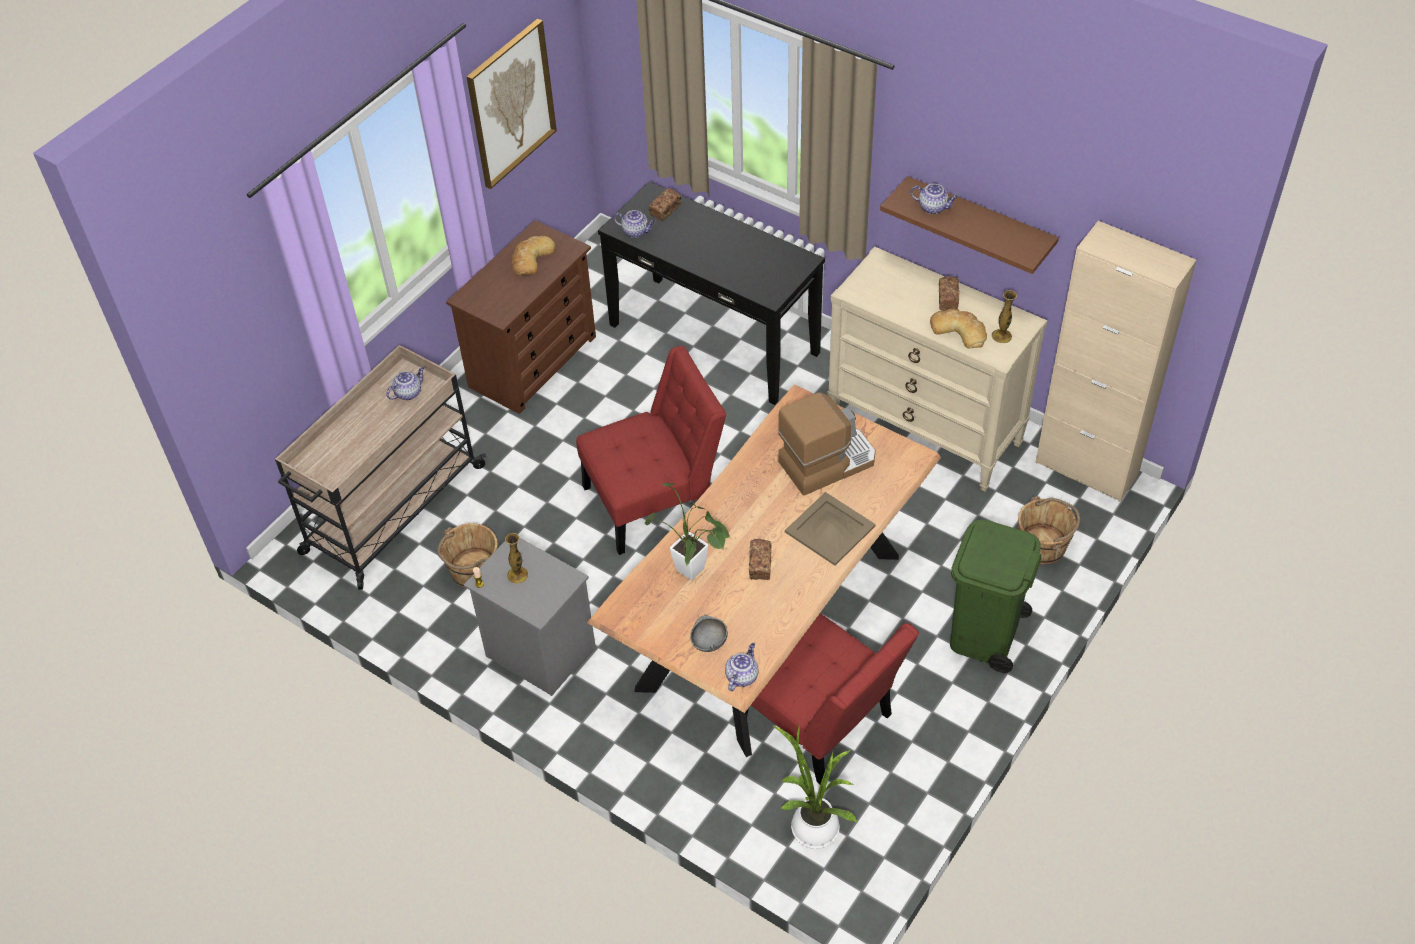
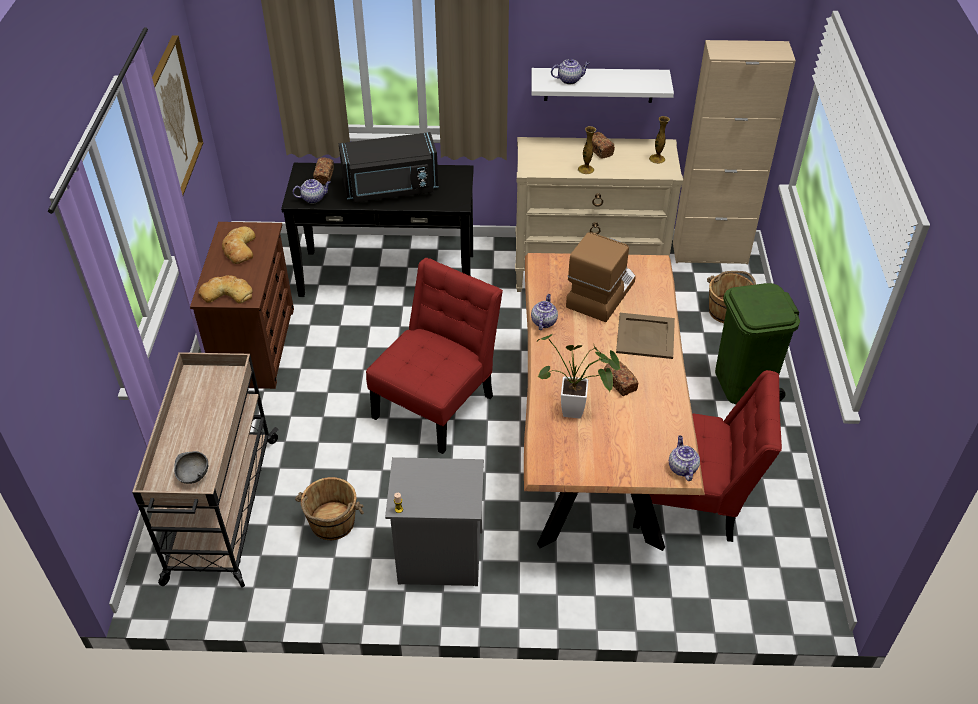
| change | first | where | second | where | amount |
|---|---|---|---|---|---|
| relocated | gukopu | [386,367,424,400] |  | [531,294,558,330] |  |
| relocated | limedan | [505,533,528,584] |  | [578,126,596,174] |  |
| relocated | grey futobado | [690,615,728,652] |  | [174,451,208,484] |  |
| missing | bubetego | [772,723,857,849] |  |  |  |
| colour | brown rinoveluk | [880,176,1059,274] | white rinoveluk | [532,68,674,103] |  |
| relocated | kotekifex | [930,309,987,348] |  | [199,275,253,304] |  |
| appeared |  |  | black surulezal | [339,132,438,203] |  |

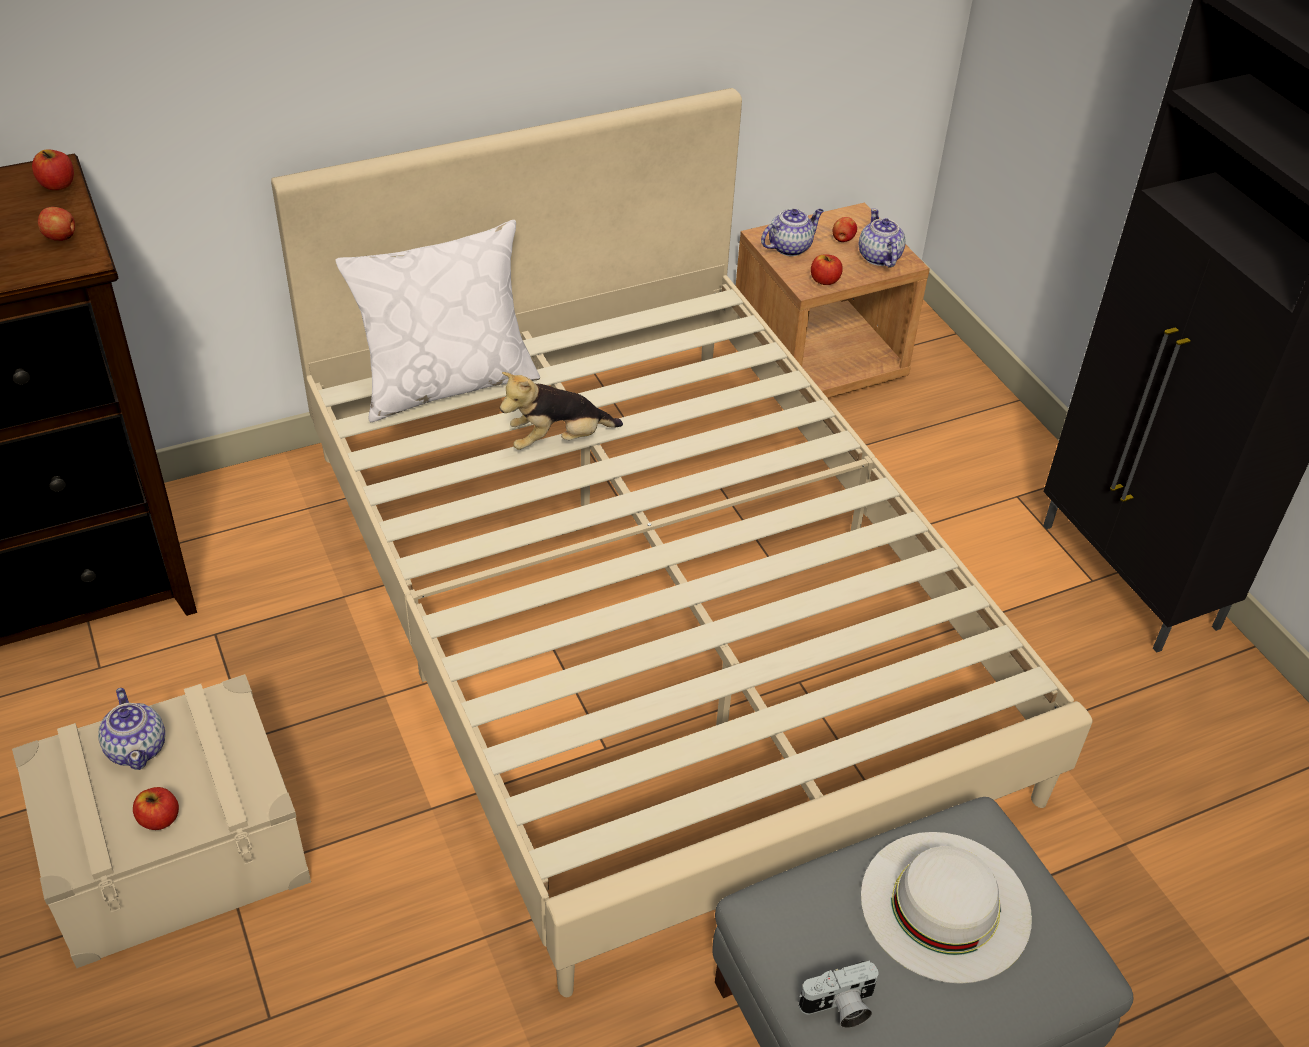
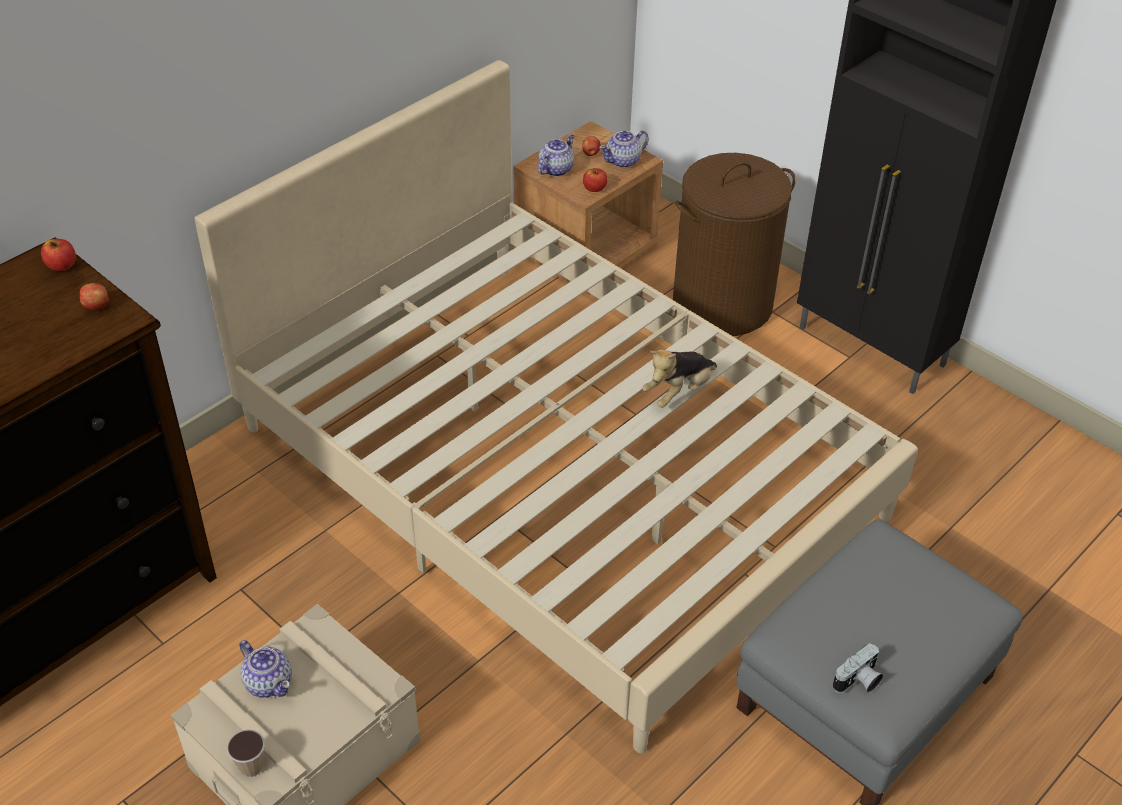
| change | first | where | second | where | amount |
|---|---|---|---|---|---|
| missing | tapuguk | [133,787,179,830] |  |  |  |
| missing | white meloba | [335,220,540,422] |  |  |  |
| relocated | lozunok | [500,372,623,450] |  | [643,350,717,408] |  |
| spun | gukopu | [859,208,906,268] |  | [599,131,649,168] | 90 degrees counterclockwise |
| missing | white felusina | [861,832,1032,984] |  |  |  |
| appeared |  |  | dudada | [227,730,265,777] |  |
| appeared |  |  | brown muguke | [673,153,796,336] |  |

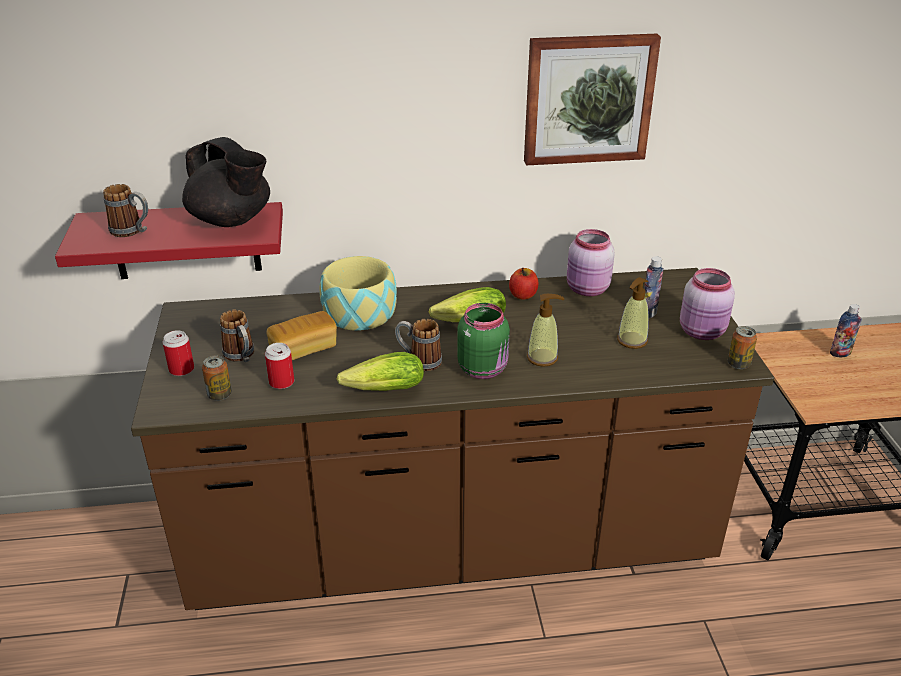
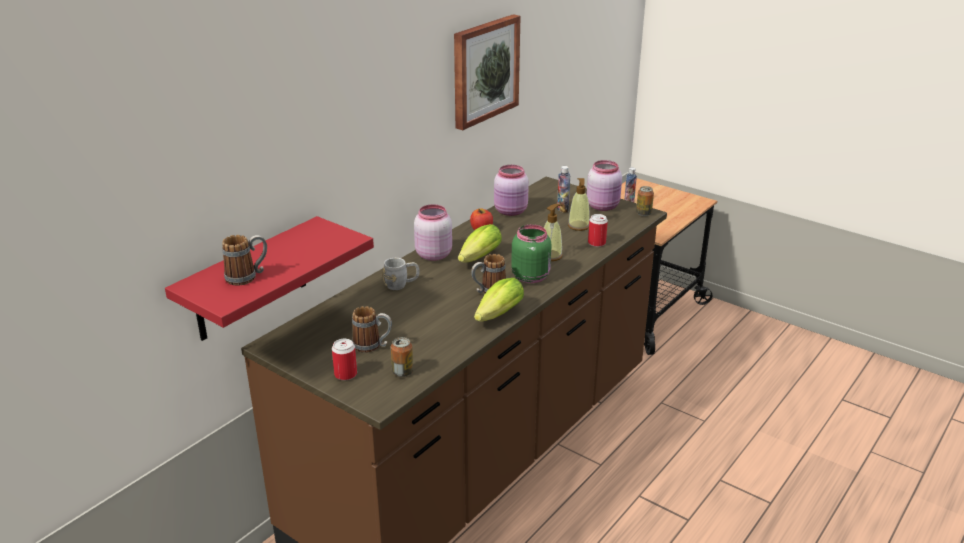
| change | first | where | second | where | amount |
|---|---|---|---|---|---|
| missing | black gukopu | [182,137,270,227] |  |  |  |
| relocated | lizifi | [265,343,294,389] |  | [588,214,608,247] |  |
| missing | kotekifex | [266,311,337,360] |  |  |  |
| exchanged | futobado | [319,256,397,331] | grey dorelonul | [382,258,419,290] |  |
| appeared |  |  | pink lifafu | [414,204,452,261] |  |

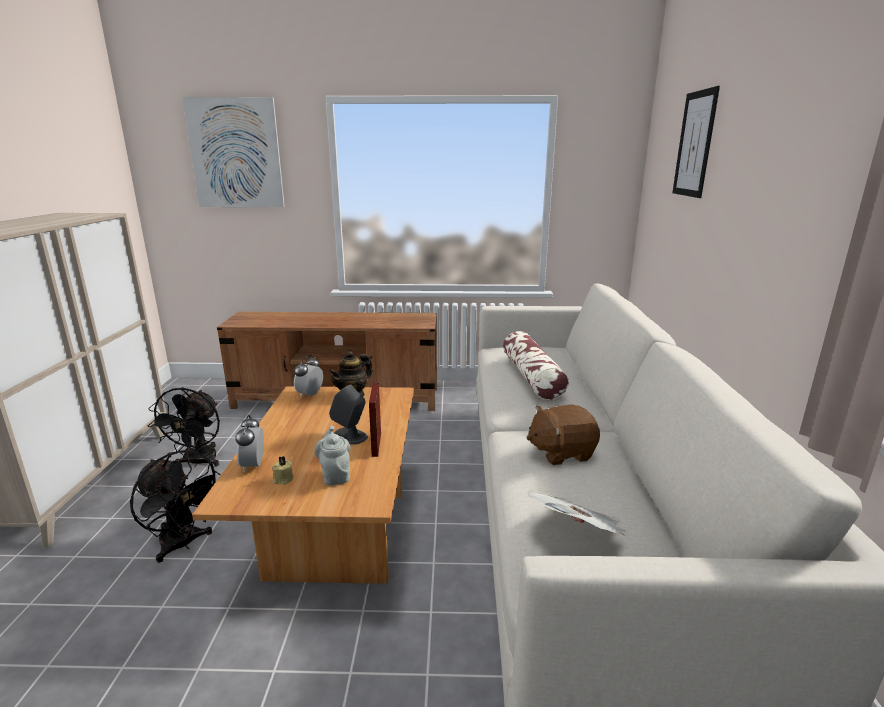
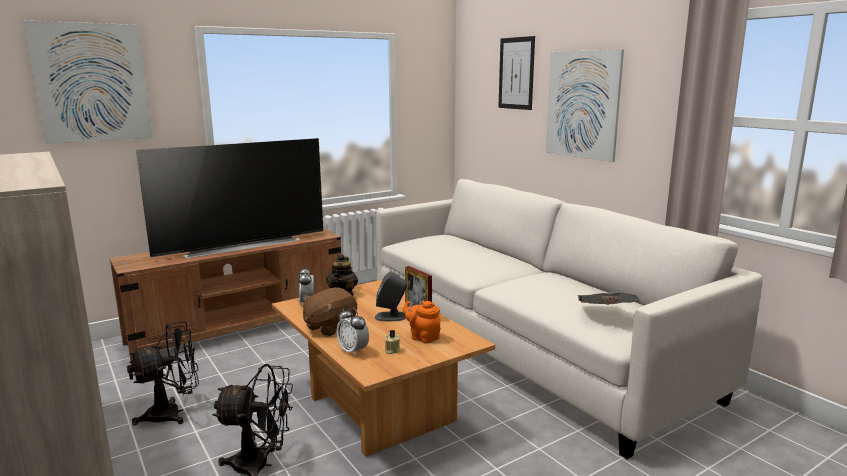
| change | first | where | second | where | amount |
|---|---|---|---|---|---|
| spun | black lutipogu | [148,387,220,467] |  | [127,321,199,425] | 90 degrees counterclockwise |
| colour | grey gukopu | [314,426,351,485] | orange gukopu | [403,300,441,344] |  |
| missing | meloba | [503,331,569,400] |  |  |  |
| relocated | brown lozunok | [527,405,600,465] |  | [303,287,357,337] |  |
| appeared |  |  | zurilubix | [136,138,323,258] |  |
| appeared |  |  | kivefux | [546,49,624,162] |  |

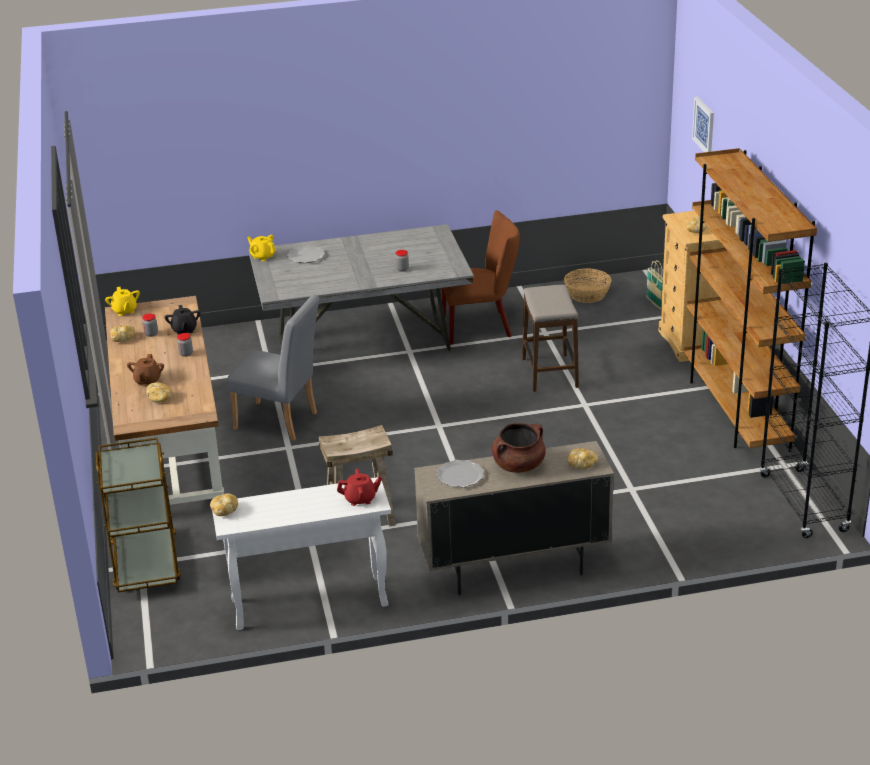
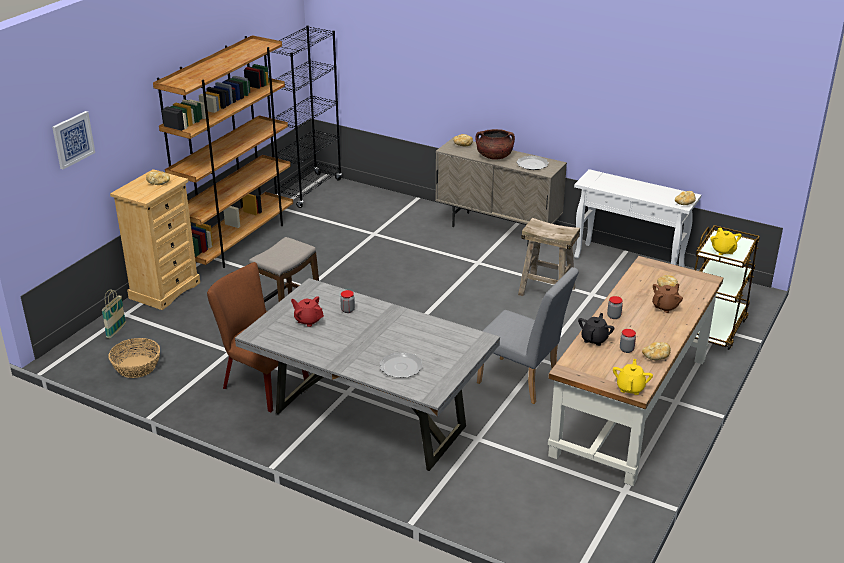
| change | first | where | second | where | amount |
|---|---|---|---|---|---|
| spun | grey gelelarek | [227,295,320,441] |  | [477,267,579,404] | 150 degrees clockwise |
| relocated | yellow gukopu | [247,235,276,261] |  | [710,228,742,255] |  |
| relocated | red gukopu | [337,469,382,506] |  | [291,296,324,327] |  |

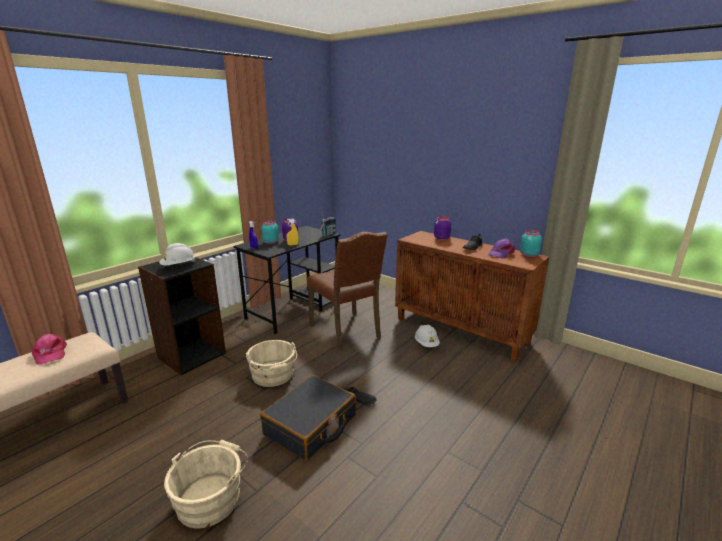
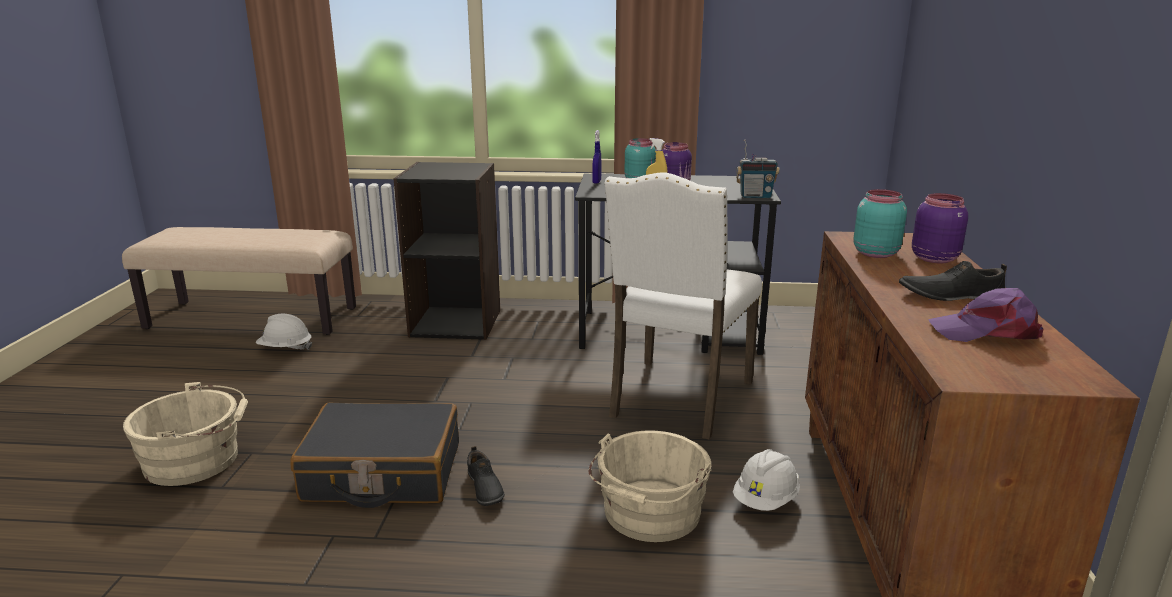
| change | first | where | second | where | amount |
|---|---|---|---|---|---|
| missing | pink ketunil | [32,334,67,365] |  |  |  |
| relocated | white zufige | [159,243,195,266] |  | [256,314,312,350] |  |
| relocated | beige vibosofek | [246,340,297,387] |  | [589,430,711,542] |  |
| colour | brown gelelarek | [307,232,388,350] | white gelelarek | [604,172,762,439] |  |
| relocated | turquoise lifafu | [520,230,542,257] |  | [853,189,907,258] |  |

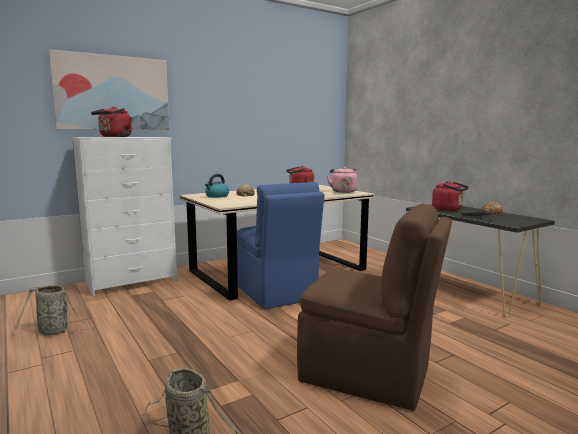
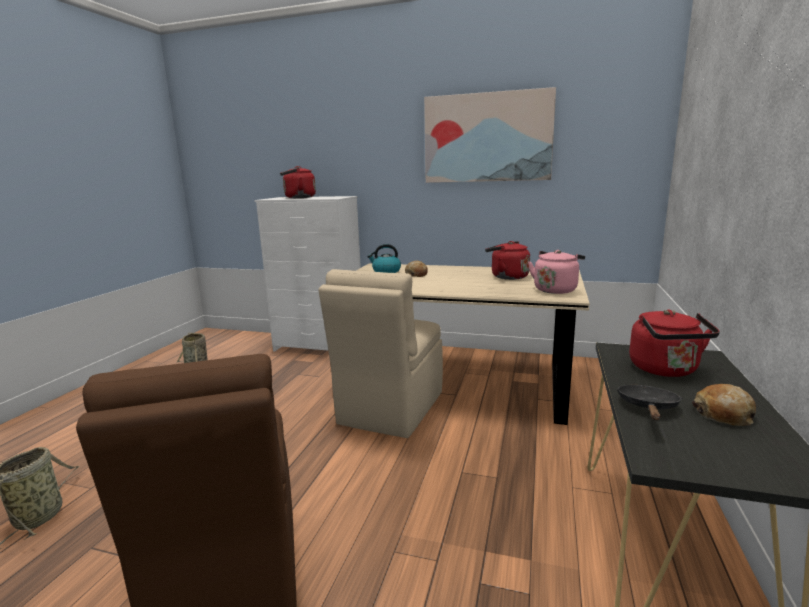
| change | first | where | second | where | amount |
|---|---|---|---|---|---|
| relocated | kivefux | [48,49,170,130] |  | [424,87,556,183] |  |
| colour | blue gelelarek | [237,182,324,309] | beige gelelarek | [319,269,443,438] |  |

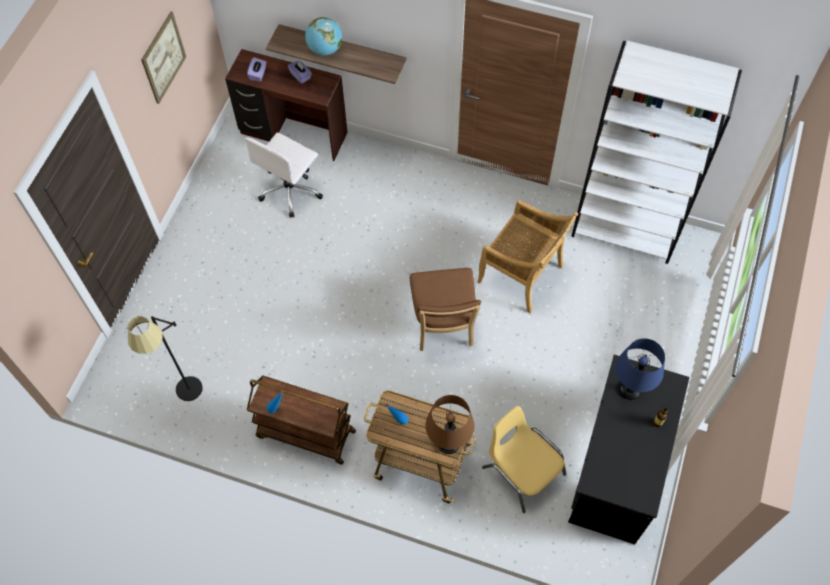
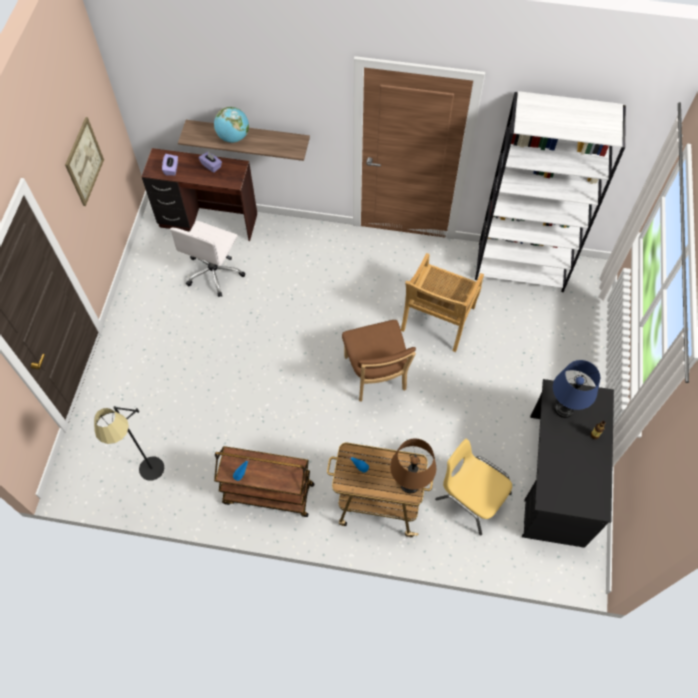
| change | first | where | second | where | amount |
|---|---|---|---|---|---|
| spun | beige gelelarek | [477,200,578,313] |  | [401,253,484,352] | 90 degrees clockwise |

